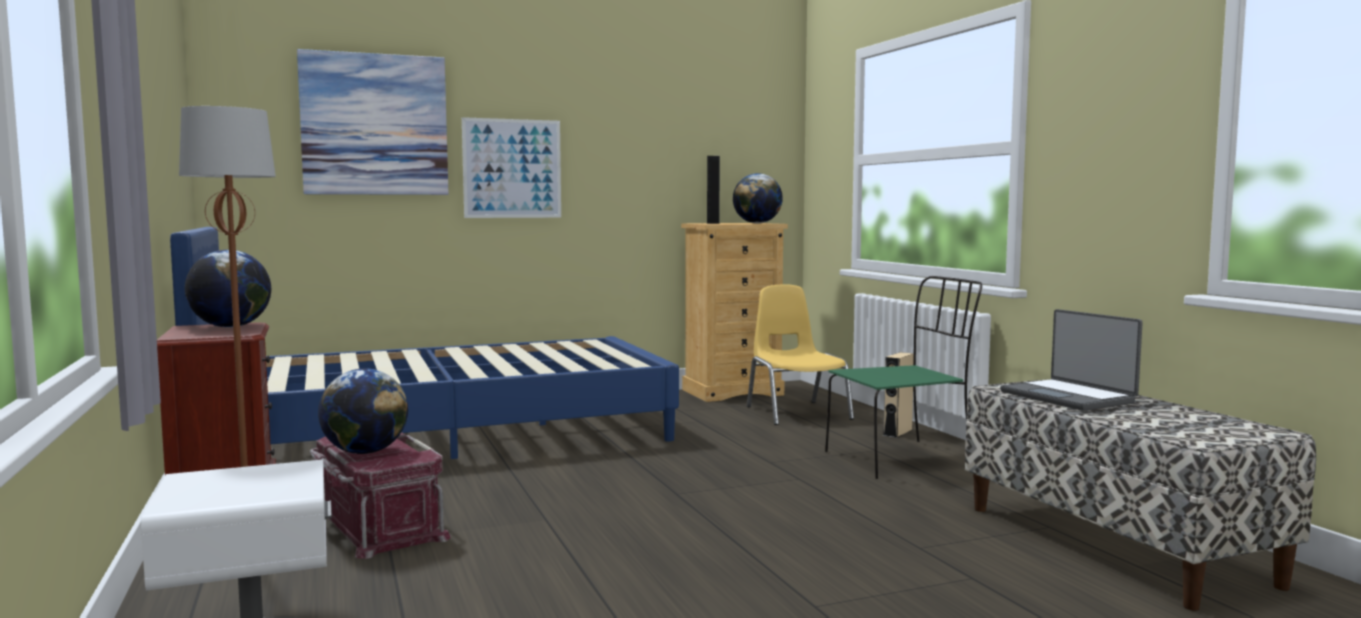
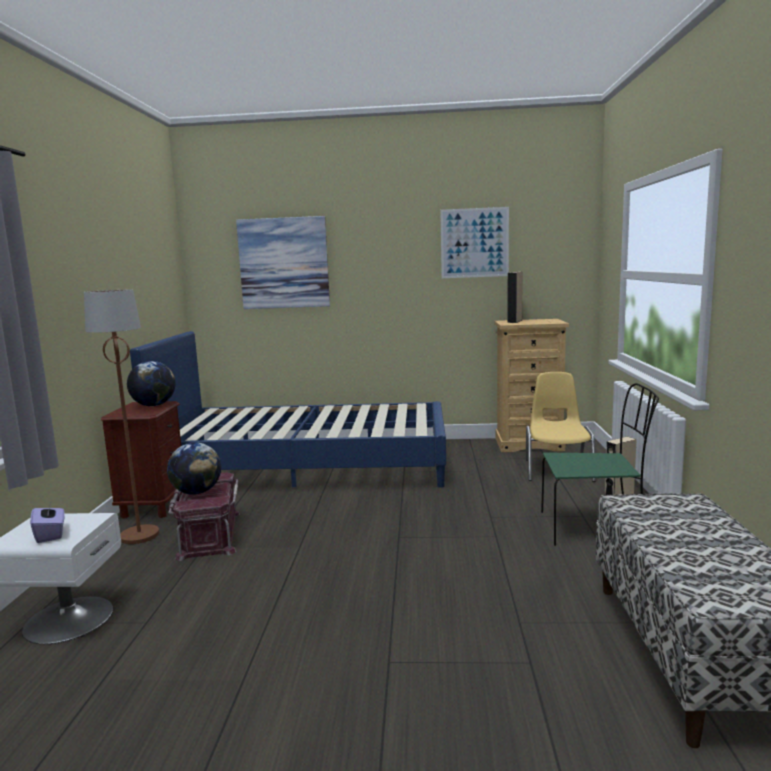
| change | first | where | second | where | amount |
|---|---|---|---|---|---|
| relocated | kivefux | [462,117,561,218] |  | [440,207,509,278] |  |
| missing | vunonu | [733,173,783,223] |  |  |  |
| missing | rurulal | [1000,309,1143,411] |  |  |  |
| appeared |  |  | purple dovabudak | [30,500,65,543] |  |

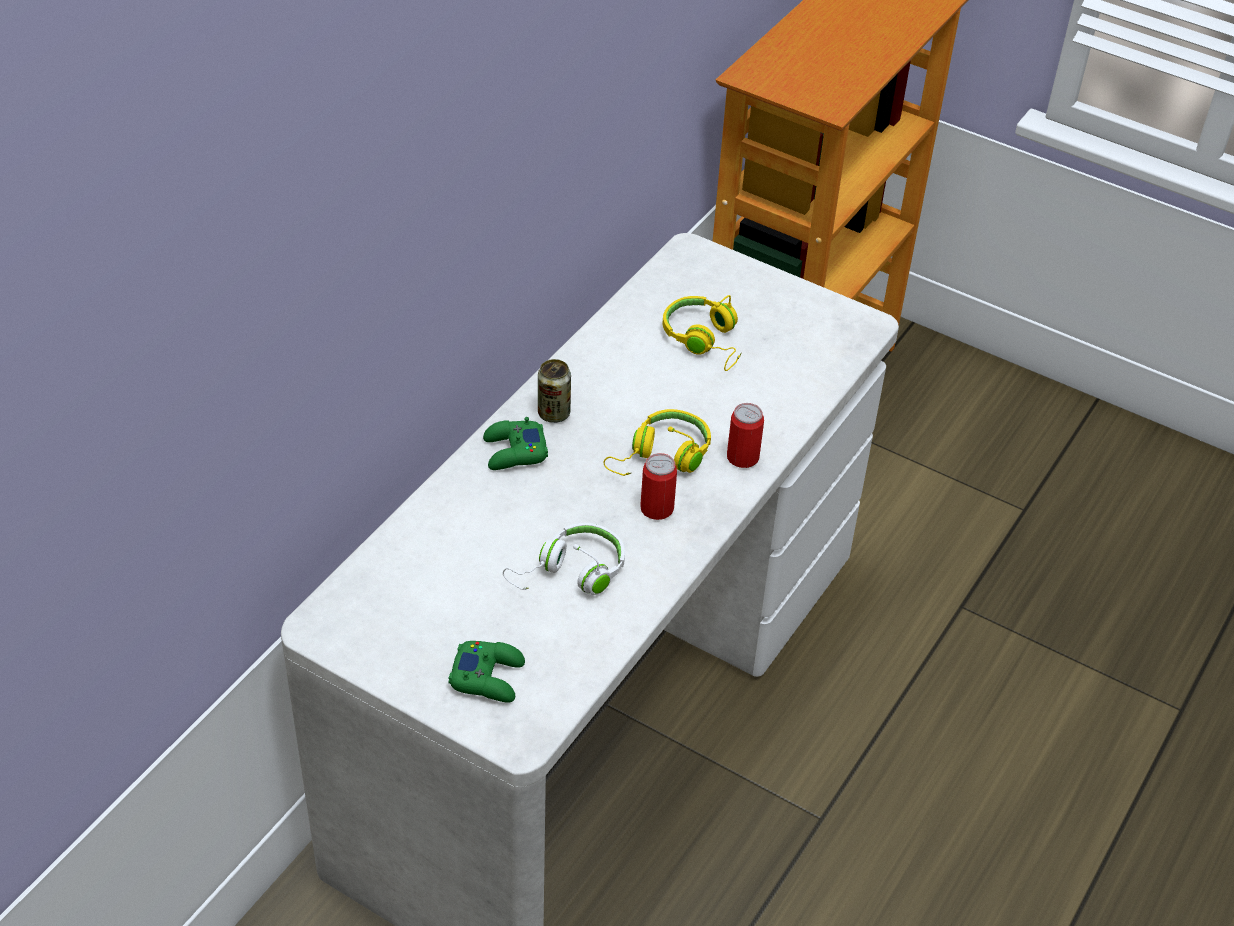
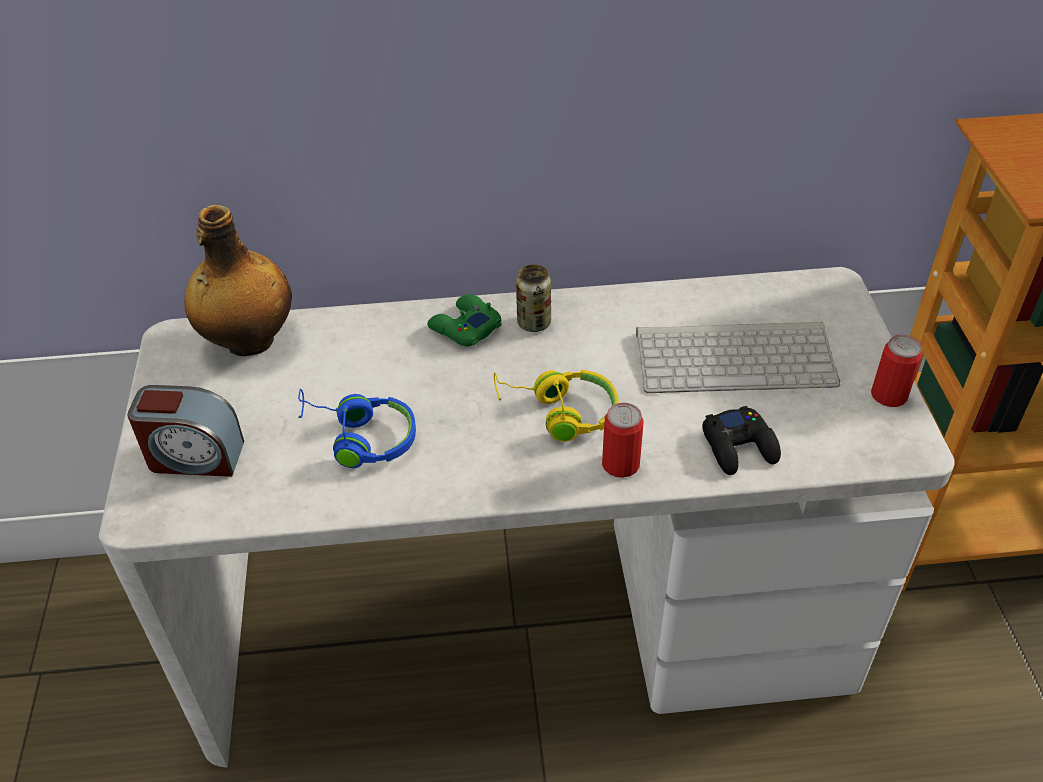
| change | first | where | second | where | amount |
|---|---|---|---|---|---|
| exchanged | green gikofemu | [448,641,525,702] | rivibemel | [127,385,244,477] |  |
| colour | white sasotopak | [503,523,625,595] | blue sasotopak | [298,389,416,468] |  |
| relocated | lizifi | [640,453,677,520] |  | [871,335,922,407] |  |
| exchanged | yellow sasotopak | [663,295,742,371] | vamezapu | [636,322,840,393] |  |
| appeared |  |  | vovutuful | [184,205,292,356] |  |
| appeared |  |  | black gikofemu | [702,406,781,475] |  |

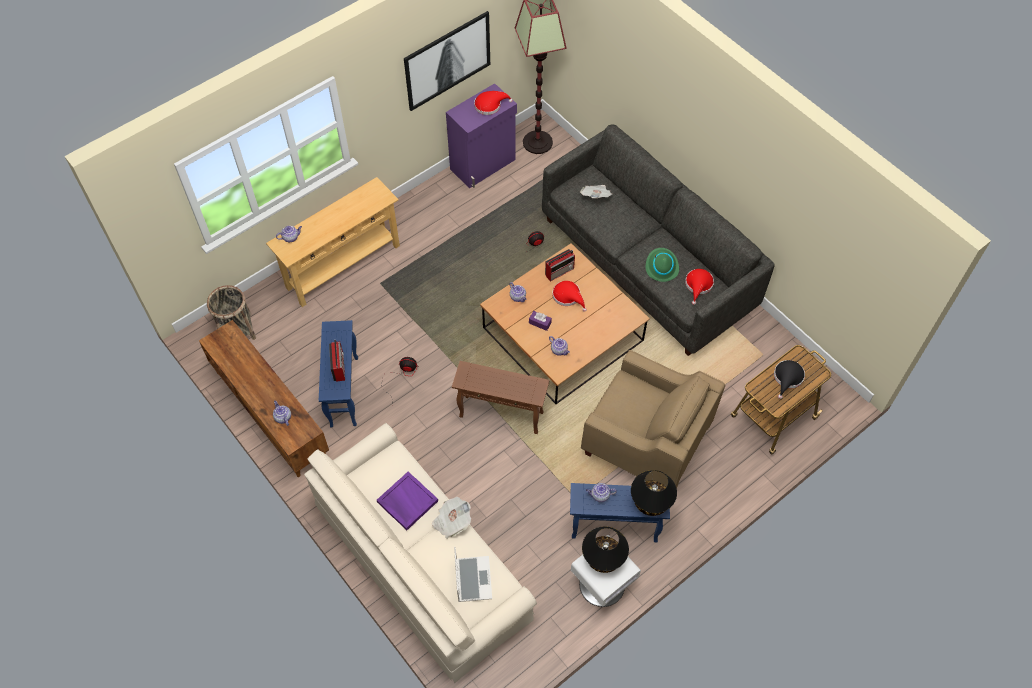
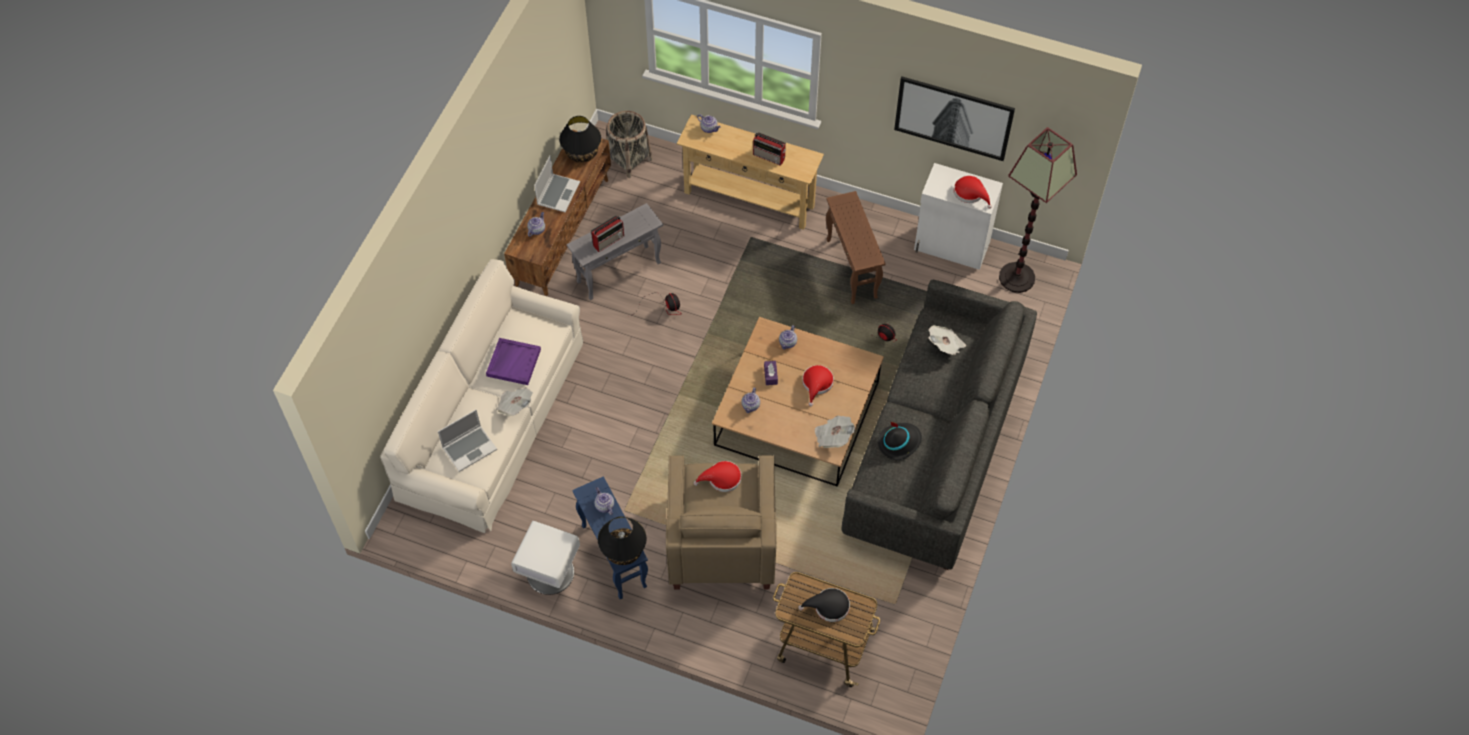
| change | first | where | second | where | amount |
|---|---|---|---|---|---|
| colour | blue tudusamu | [319,320,358,427] | grey tudusamu | [567,203,663,300] |  |
| colour | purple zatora | [446,83,517,188] | white zatora | [914,163,1003,270] |  |
| relocated | brown tudusamu | [452,361,549,434] |  | [826,191,886,304] |  |
| relocated | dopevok | [545,249,575,282] |  | [753,132,786,166] |  |
| relocated | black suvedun | [582,526,629,573] |  | [559,116,601,163] |  |
| colour | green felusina | [646,248,679,282] | black felusina | [878,422,922,460] |  |
| relocated | red felusina | [685,269,714,305] |  | [694,461,741,492] |  |
| appeared |  |  | rurulal | [534,155,580,212] |  |
| appeared |  |  | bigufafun | [814,416,855,448] |  |

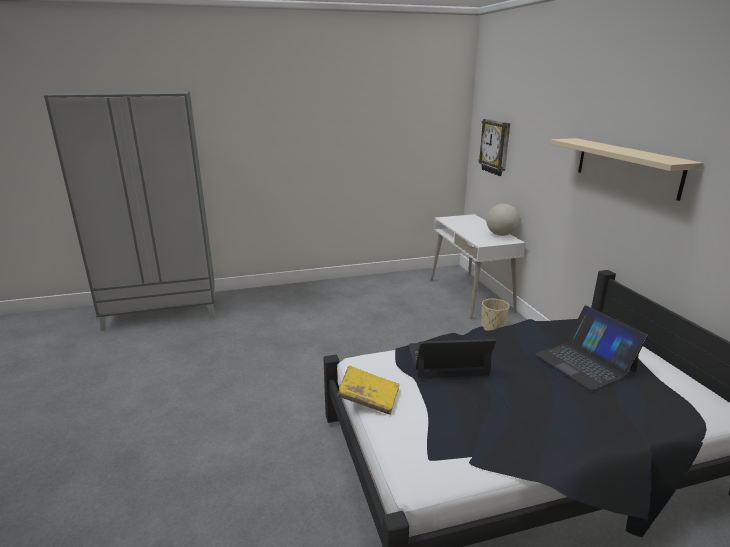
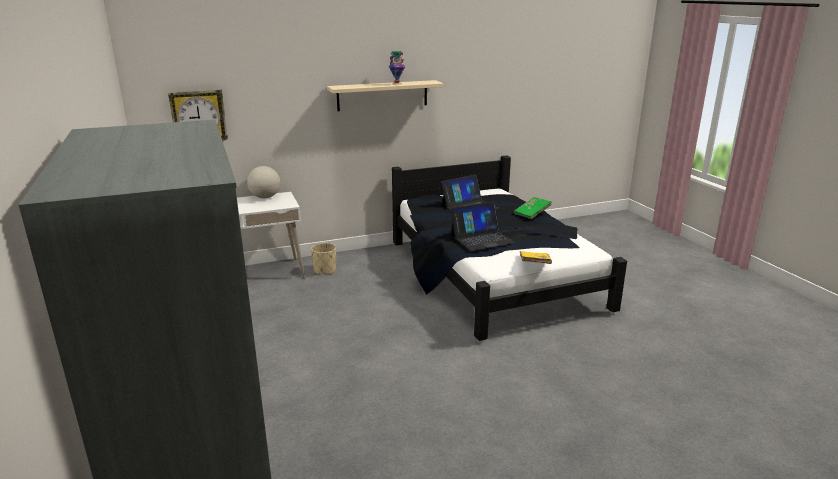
| change | first | where | second | where | amount |
|---|---|---|---|---|---|
| spun | rurulal | [409,339,496,378] |  | [450,202,515,251] | 105 degrees counterclockwise |
| appeared |  |  | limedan | [389,51,405,85] |  |
| appeared |  |  | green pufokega | [514,197,552,219] |  |

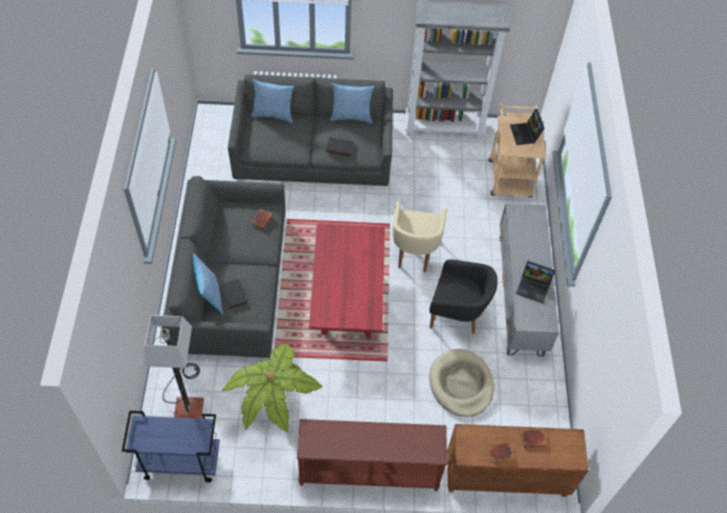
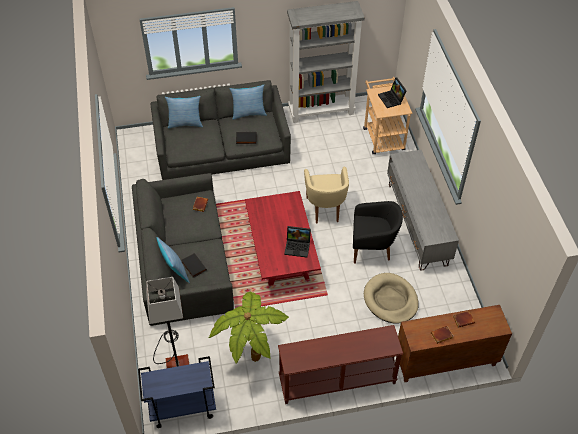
| change | first | where | second | where | amount |
|---|---|---|---|---|---|
| relocated | rurulal | [516,261,555,303] |  | [284,226,311,258] |  |

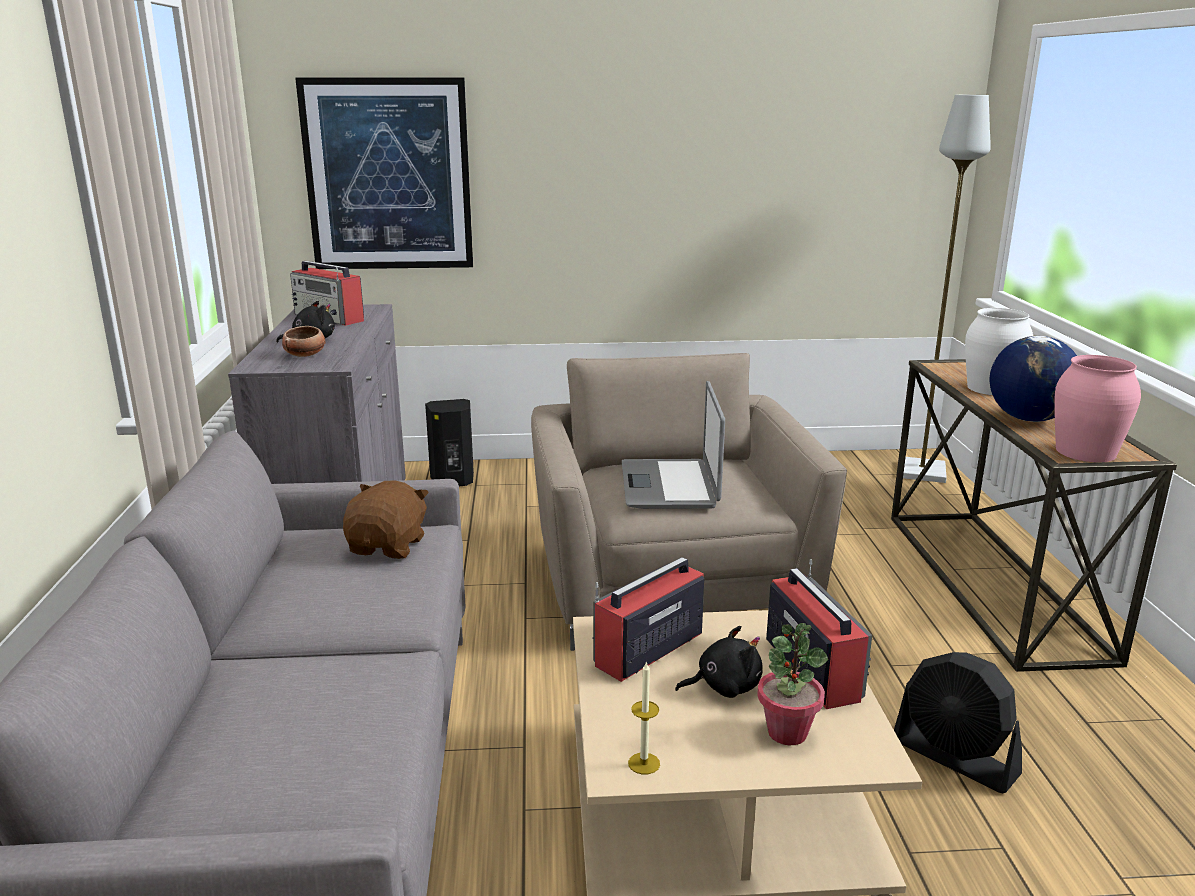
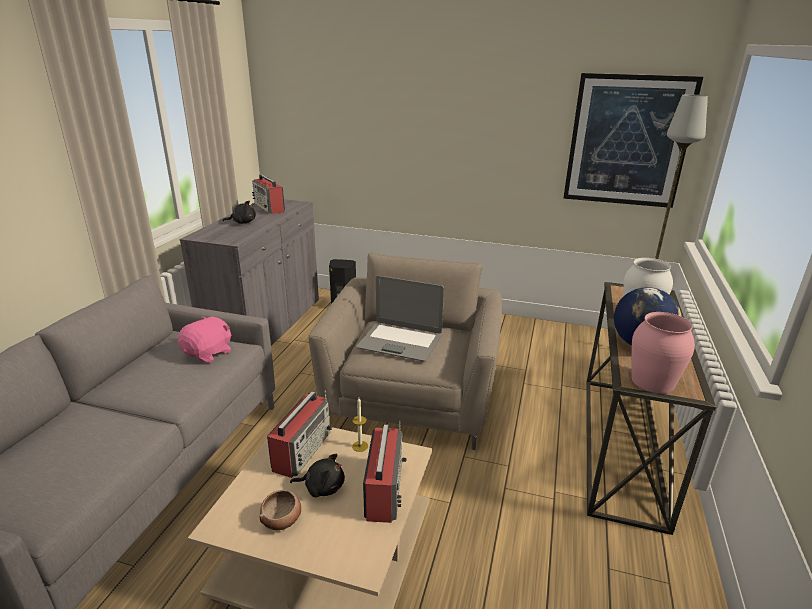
| change | first | where | second | where | amount |
|---|---|---|---|---|---|
| relocated | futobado | [282,326,325,357] |  | [259,490,301,530] |  |
| relocated | kivefux | [295,78,473,269] |  | [563,73,703,208] |  |
| colour | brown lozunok | [343,480,429,559] | pink lozunok | [178,316,231,363] |  |
| spun | dopevok | [592,557,704,682] |  | [267,390,332,478] | 135 degrees clockwise |
| spun | rurulal | [622,381,725,509] |  | [356,276,444,361] | 90 degrees counterclockwise |
| relocated | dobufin | [628,661,660,774] |  | [352,398,368,452] |  |
| missing | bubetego | [757,623,828,745] |  |  |  |
| missing | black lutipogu | [894,652,1022,793] |  |  |  |

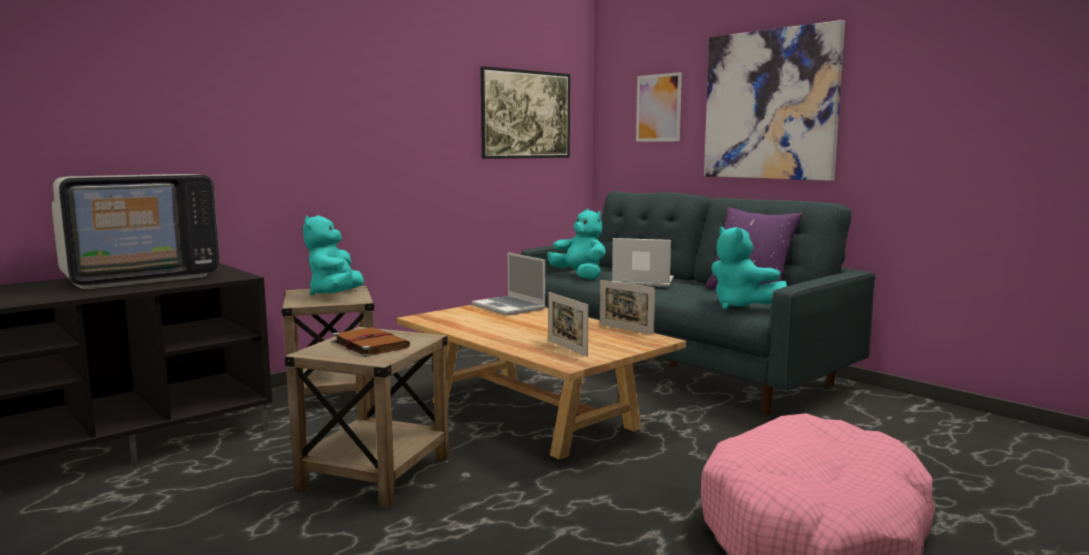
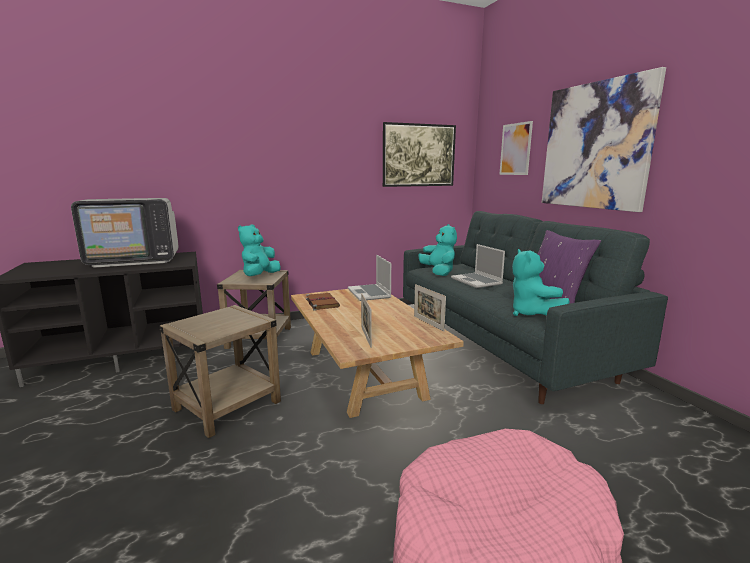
| change | first | where | second | where | amount |
|---|---|---|---|---|---|
| relocated | brown pufokega | [332,327,410,357] |  | [306,293,340,311] |  |
| spun | rurulal | [612,238,674,287] |  | [451,244,505,288] | 150 degrees counterclockwise |

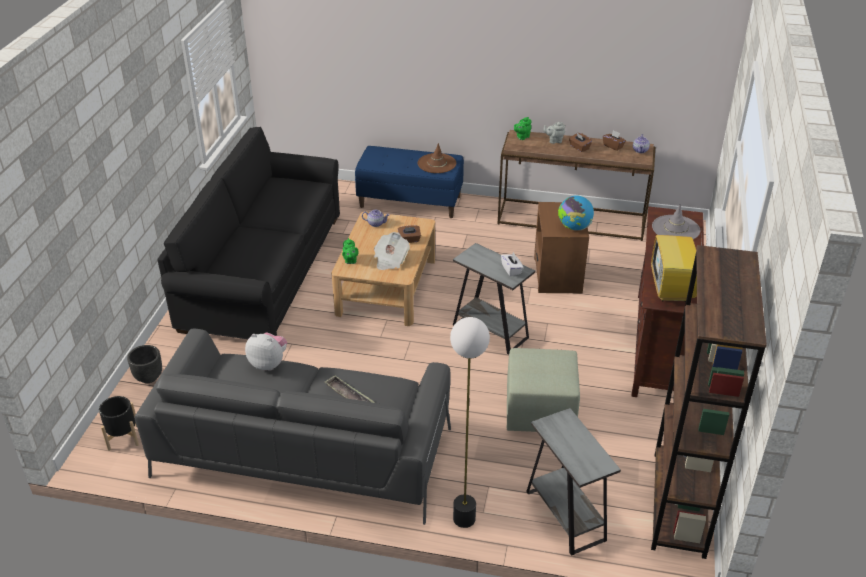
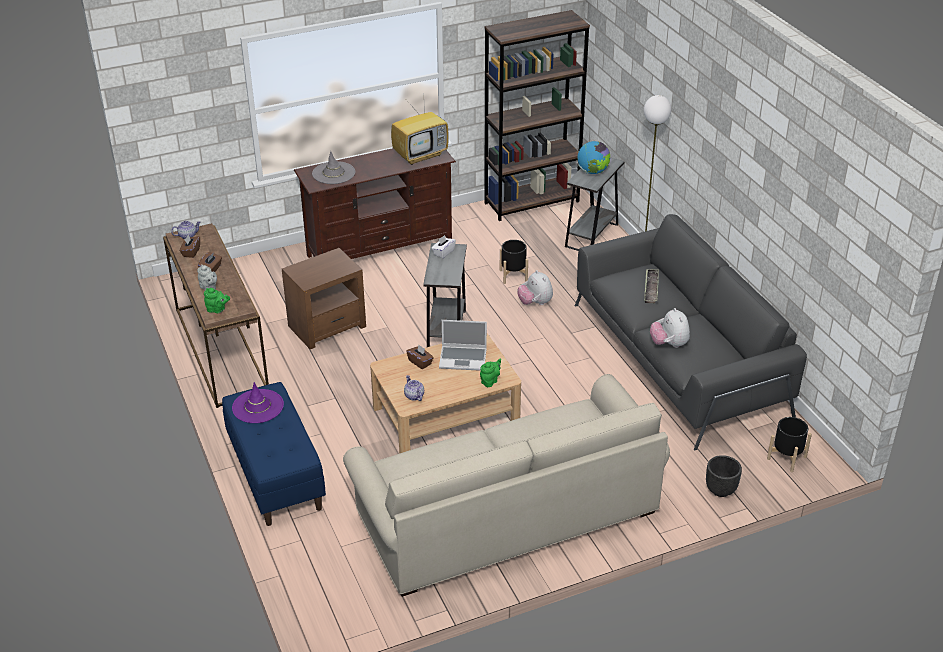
| change | first | where | second | where | amount |
|---|---|---|---|---|---|
| colour | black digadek | [158,127,340,339] | beige digadek | [343,374,670,597] |  |
| exchanged | bigufafun | [374,232,410,270] | rurulal | [439,320,487,371] |  |
| colour | brown felusina | [418,143,456,173] | purple felusina | [232,382,284,423] |  |
| exchanged | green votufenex | [507,348,580,432] | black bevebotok | [500,240,528,284] |  |
| relocated | vunonu | [558,195,594,230] |  | [577,141,610,174] |  |
| appeared |  |  | lozunok | [517,270,553,305] |  |

